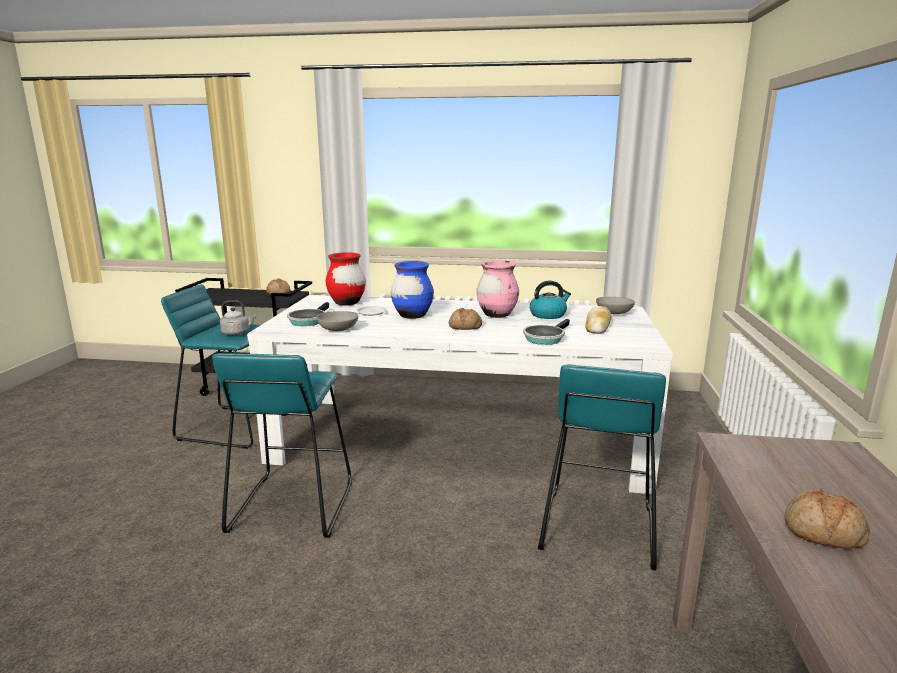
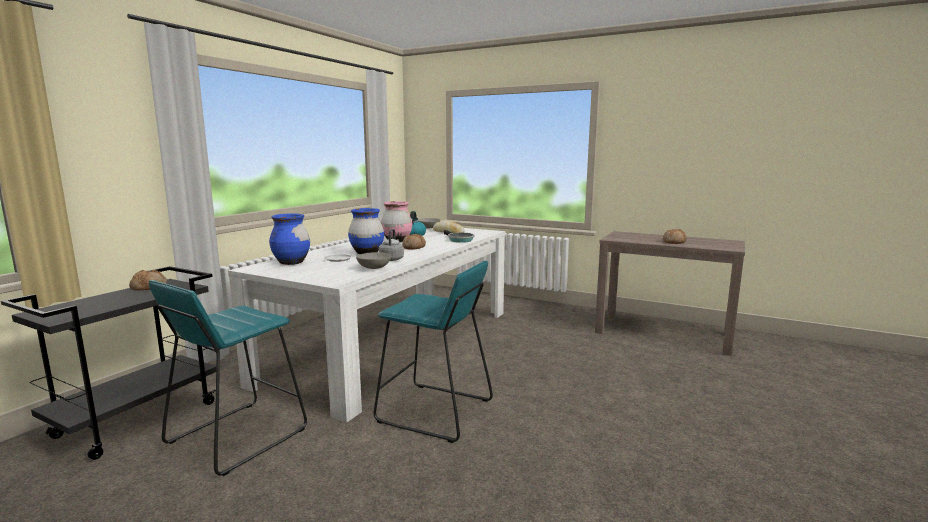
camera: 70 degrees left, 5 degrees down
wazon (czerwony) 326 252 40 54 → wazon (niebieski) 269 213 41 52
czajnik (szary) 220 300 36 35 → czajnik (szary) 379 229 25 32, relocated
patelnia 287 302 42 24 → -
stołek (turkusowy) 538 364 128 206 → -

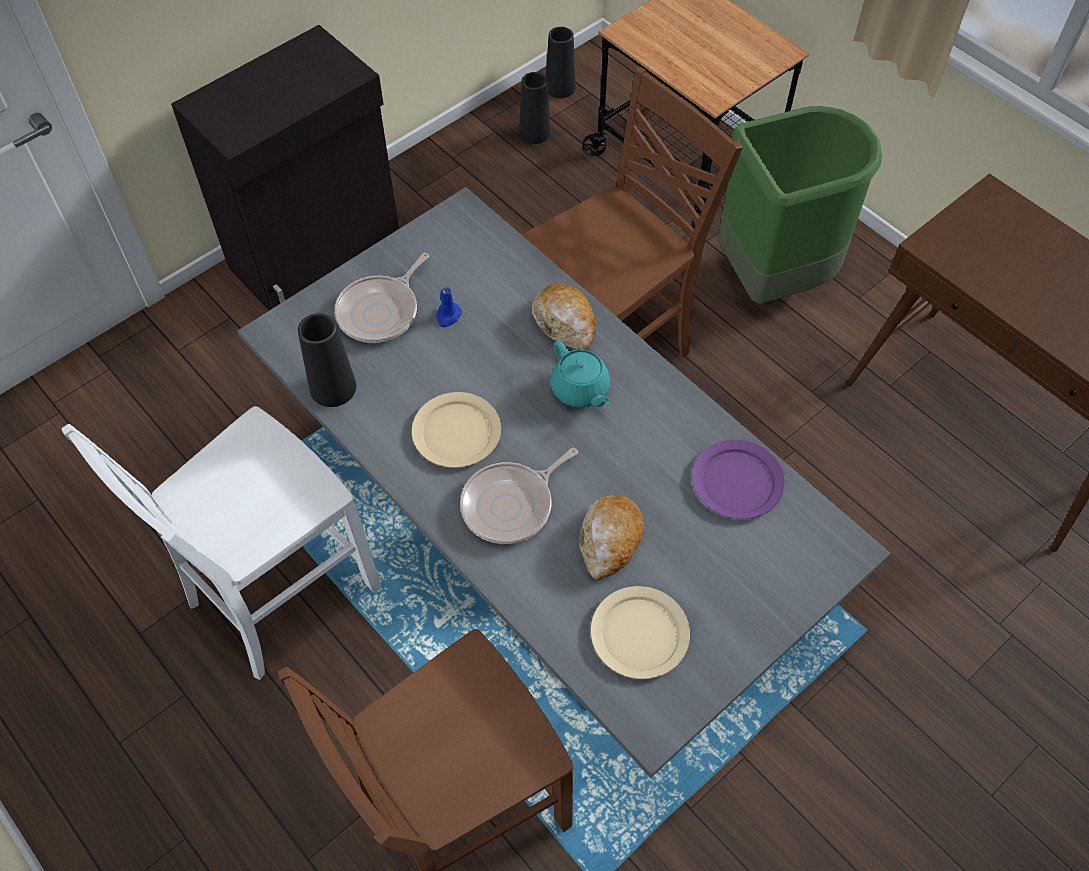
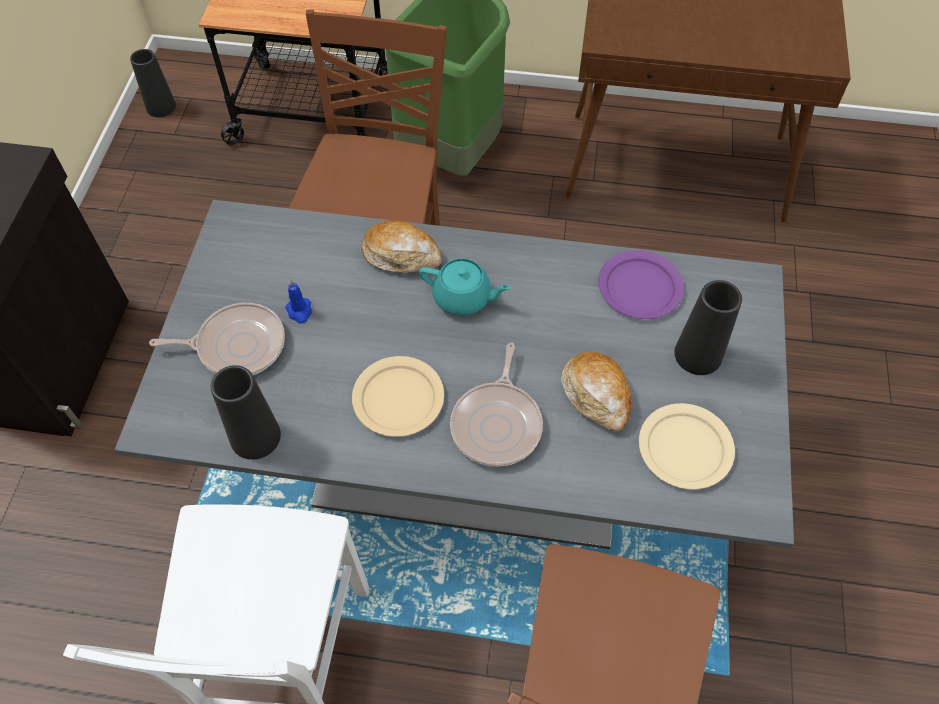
camera: 40 degrees left, 0 degrees up
wazon (czarny) 519 72 32 72 → wazon (czarny) 674 280 68 95, relocated
patelnia 334 253 95 90 → patelnia 149 303 136 72, 90 degrees counterclockwise

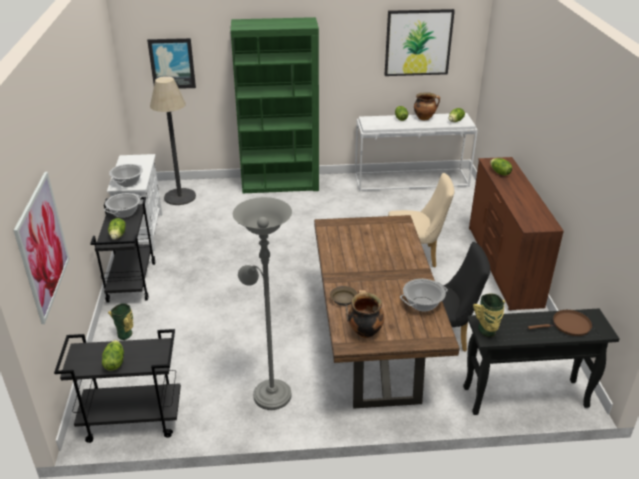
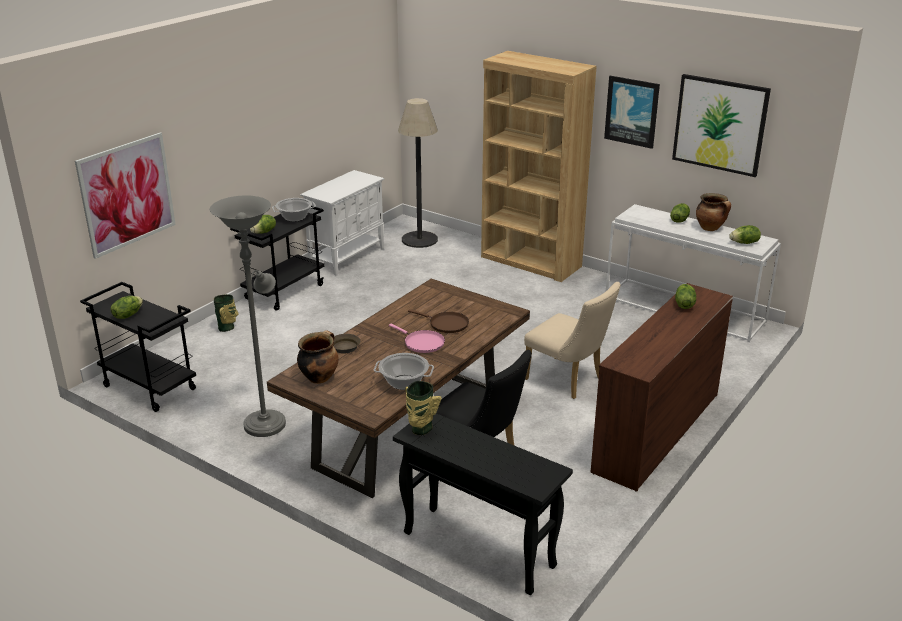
camera: 40 degrees right, 5 degrees down
regał (zielony) 231 17 88 176 → regał (brązowy) 481 51 116 231
obraz 147 38 49 51 → obraz 604 76 56 73, relocated
garnek 109 164 34 23 → -
patelnia (brązowy) 528 310 64 26 → patelnia (brązowy) 408 309 61 24, relocated
- → patelnia (różowy) 389 324 56 29

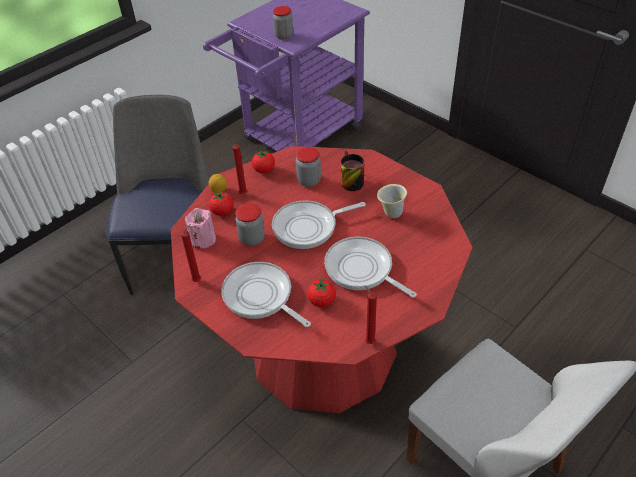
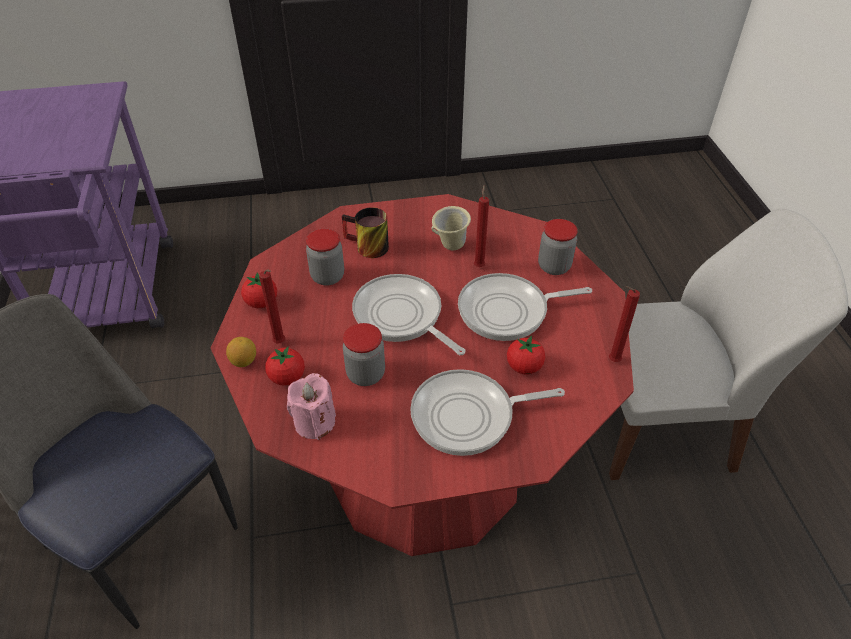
camera: 55 degrees left, 0 degrees up
słoik 273 6 20 34 → słoik 538 219 40 56, relocated
patelnia 272 200 94 49 → patelnia 352 274 114 81, 120 degrees clockwise
świeca (czerwony) 181 224 20 58 → świeca (czerwony) 474 185 15 82, relocated

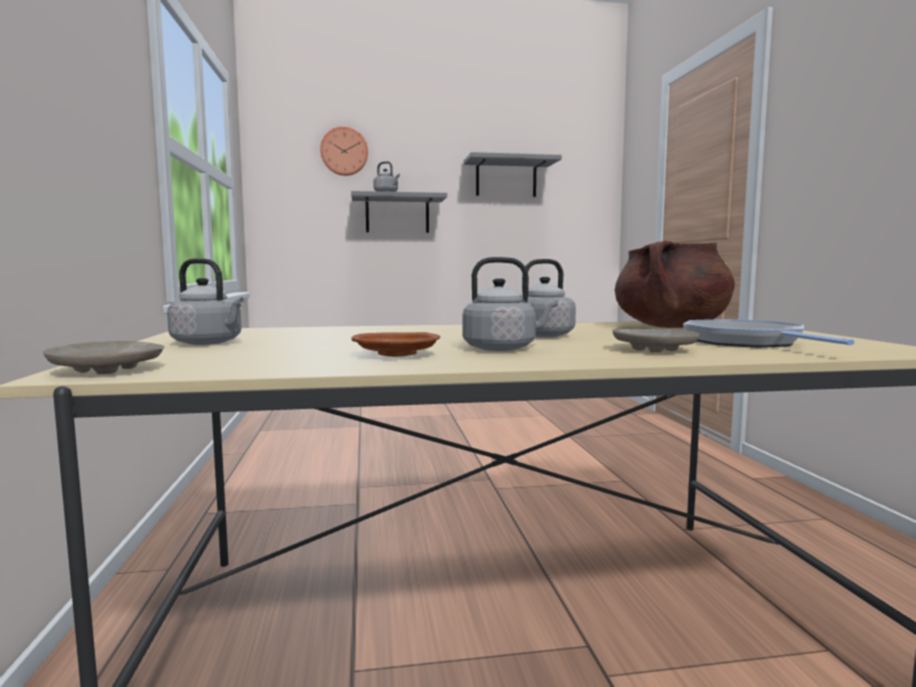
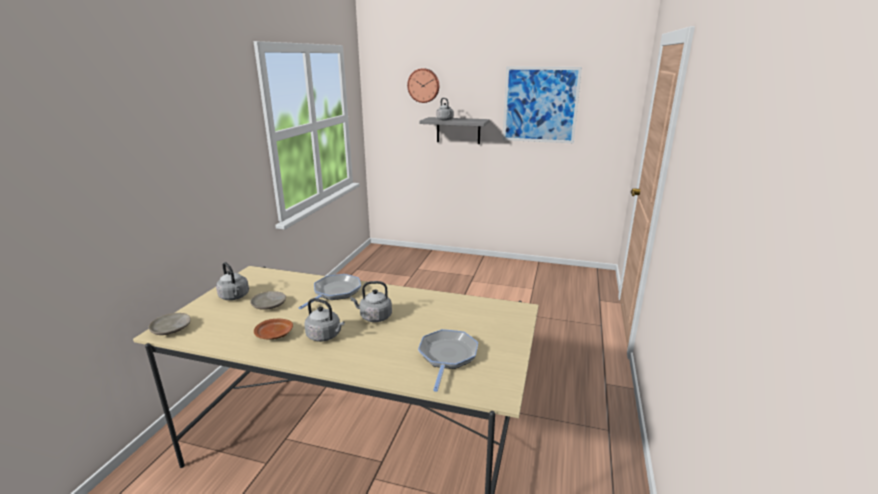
camera: 25 degrees right, 15 degrees up
półka (szary) 463 152 99 45 → obraz 503 66 79 77
garnek (brązowy) 615 241 120 87 → -
talerz (beżowy) 612 328 88 24 → talerz (beżowy) 250 291 36 19, relocated
- → patelnia 299 274 62 35

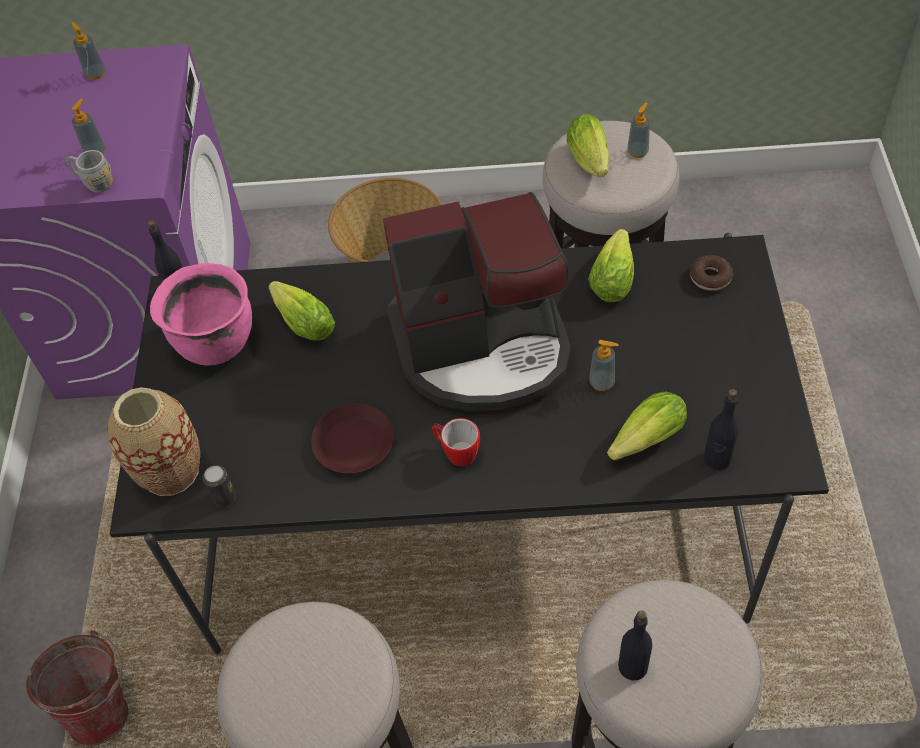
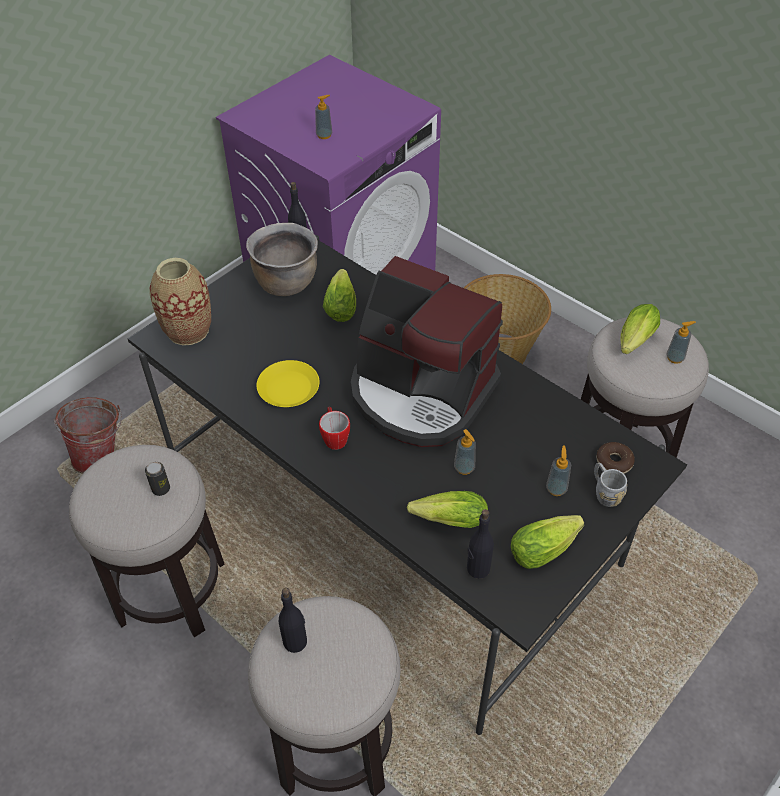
camera: 40 degrees right, 5 degrees down
dozownik mydła 71 22 34 58 → dozownik mydła 546 445 25 51, relocated
kubek (szary) 66 150 47 43 → kubek (szary) 594 462 33 45, relocated
sałata 588 229 46 73 → sałata 511 515 73 54, relocated
garnek (różowy) 150 263 102 103 → garnek (brązowy) 246 223 72 73
talerz (brązowy) 311 403 83 70 → talerz (żółty) 257 360 62 47
puszka 203 465 33 42 → puszka 145 462 25 34, relocated

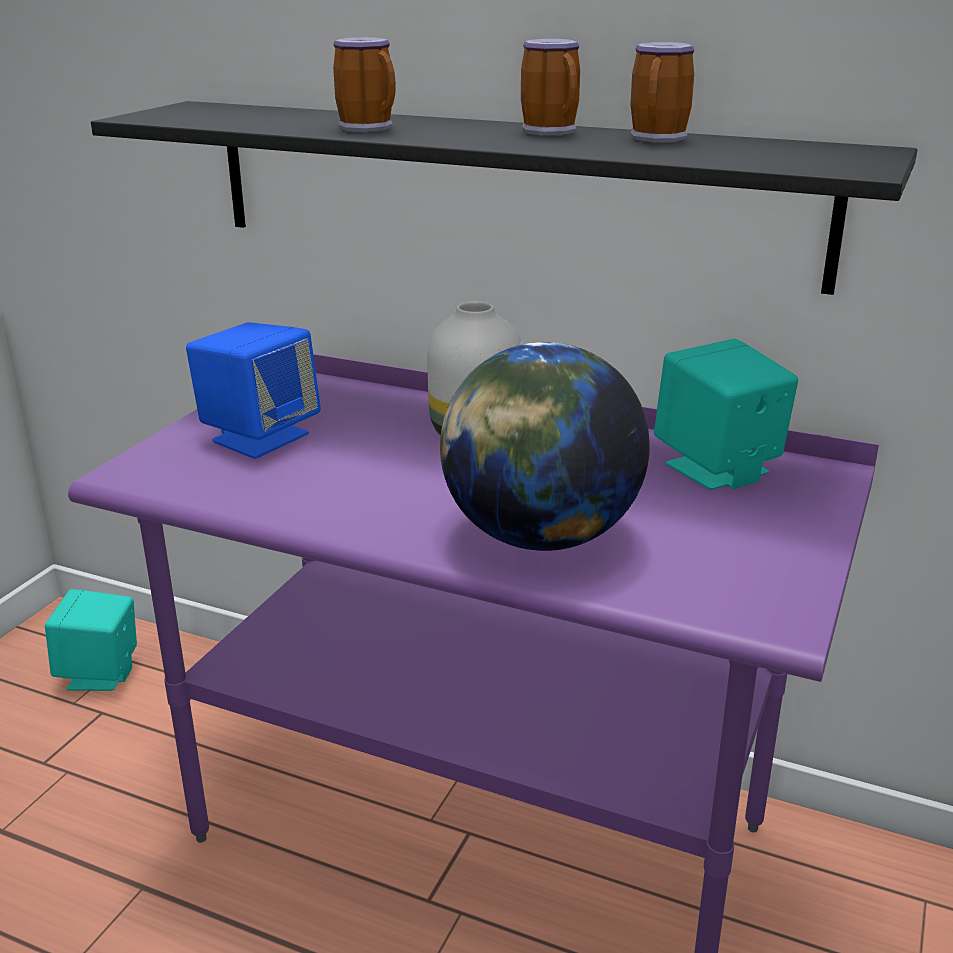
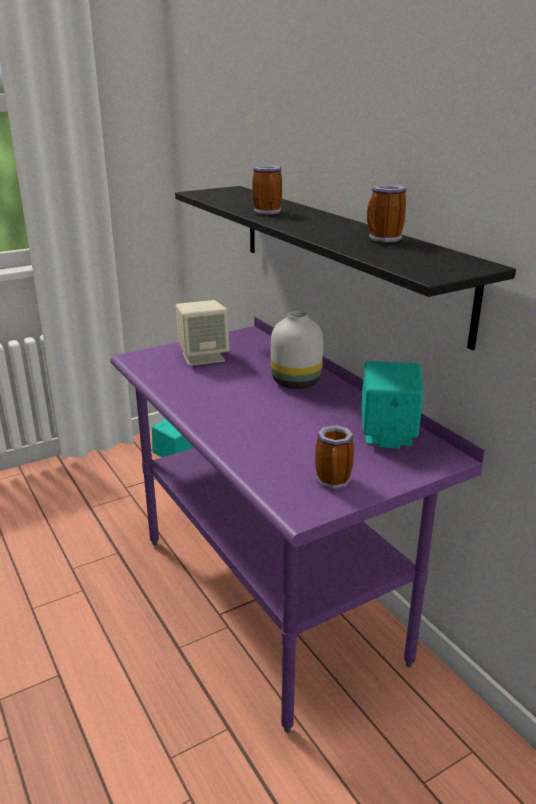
camera: 35 degrees right, 0 degrees up
kubek 521 39 59 97 → kubek 315 425 39 64, relocated
głośnik (niebieski) 186 322 135 137 → głośnik (beżowy) 175 300 55 66
globus 440 342 210 209 → -

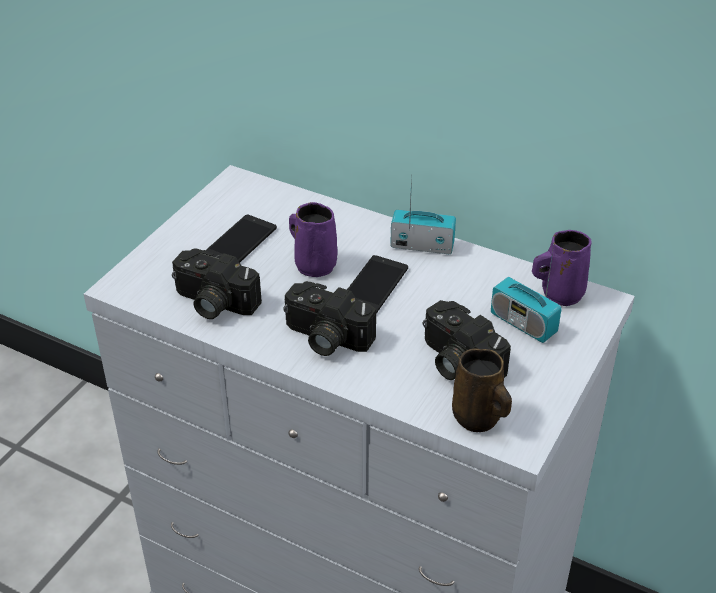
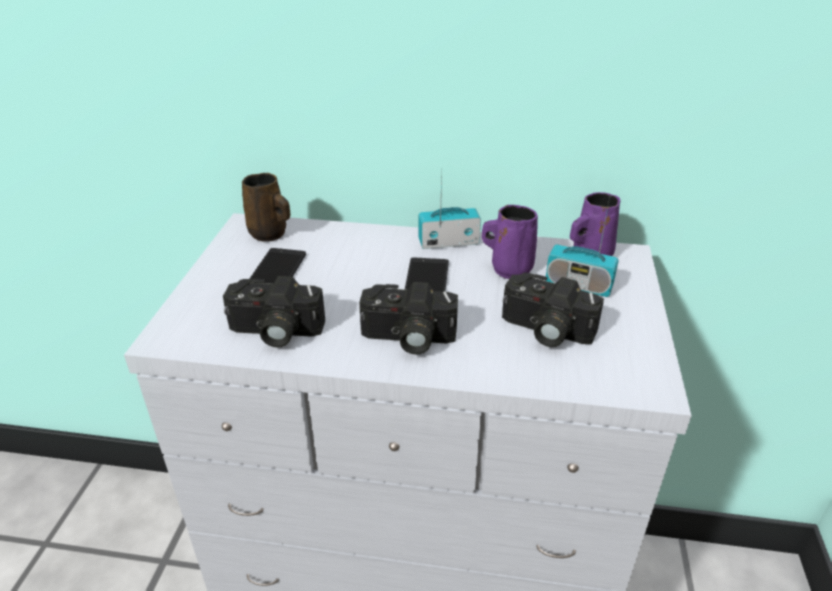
camera: 20 degrees left, 5 degrees down
kubek (fioletowy) 289 202 49 75 → kubek (fioletowy) 482 205 56 74, relocated
kubek (brązowy) 452 348 60 84 → kubek (brązowy) 242 173 49 69, relocated

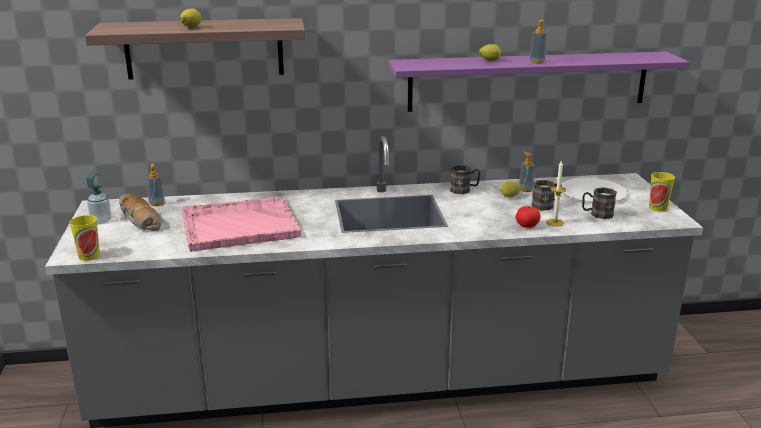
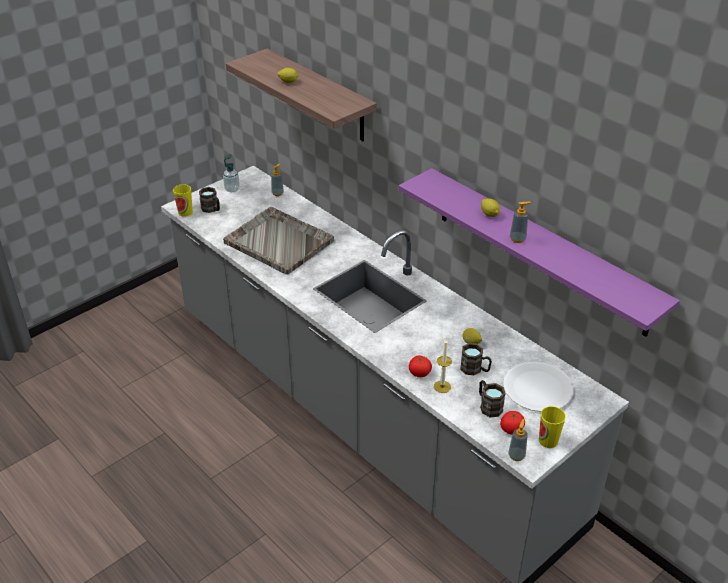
camera: 55 degrees right, 15 degrees up
dozownik mydła 519 152 15 40 → dozownik mydła 508 419 20 42, relocated
kubek (brązowy) 450 165 30 29 → kubek (brązowy) 199 187 21 26, relocated
chleb 119 193 42 38 → -
taca (różowy) 181 197 120 55 → taca (szary) 223 207 111 68
- → pomidor 500 411 25 24

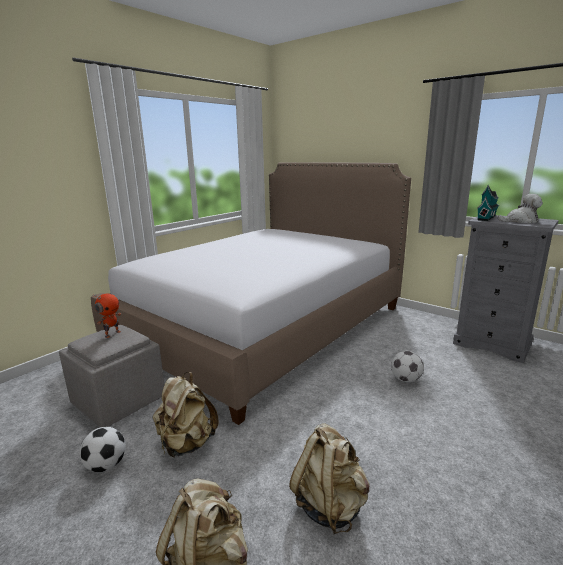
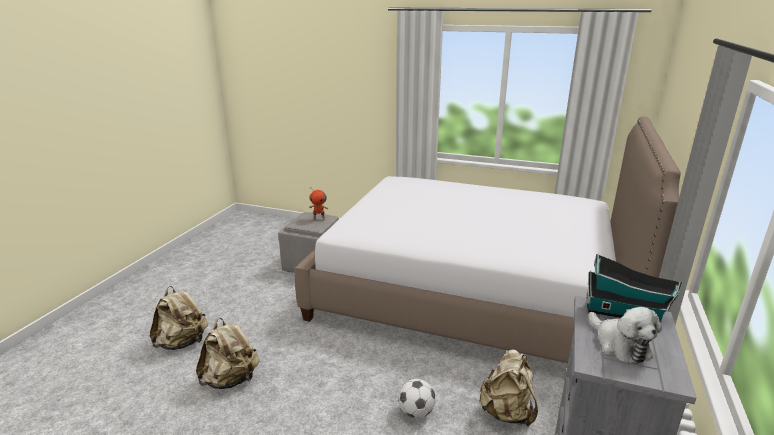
camera: 70 degrees right, 5 degrees up
plecak (beżowy) 153 372 66 86 → plecak (beżowy) 479 349 59 78, relocated
piłka futbolowa 79 427 47 45 → -

